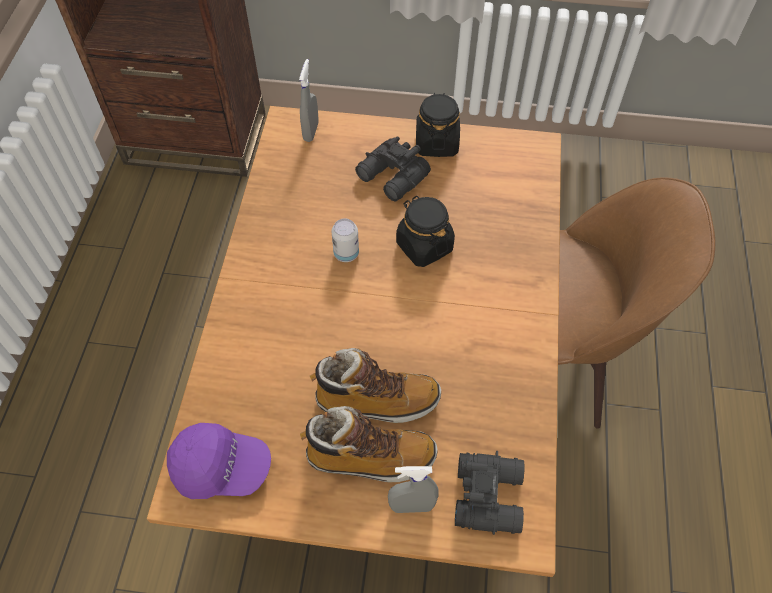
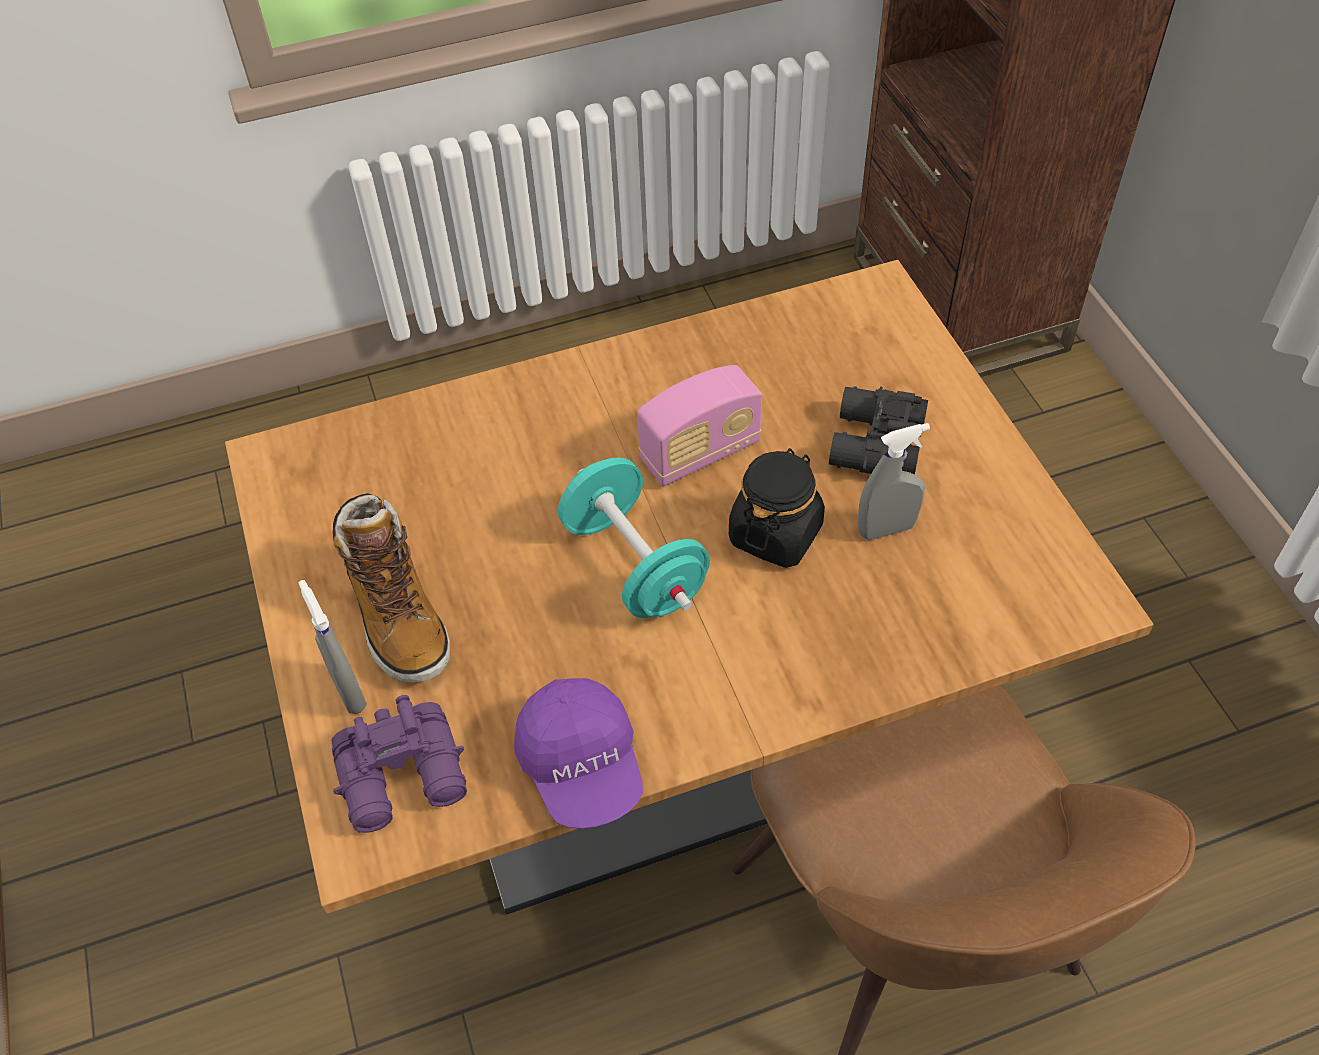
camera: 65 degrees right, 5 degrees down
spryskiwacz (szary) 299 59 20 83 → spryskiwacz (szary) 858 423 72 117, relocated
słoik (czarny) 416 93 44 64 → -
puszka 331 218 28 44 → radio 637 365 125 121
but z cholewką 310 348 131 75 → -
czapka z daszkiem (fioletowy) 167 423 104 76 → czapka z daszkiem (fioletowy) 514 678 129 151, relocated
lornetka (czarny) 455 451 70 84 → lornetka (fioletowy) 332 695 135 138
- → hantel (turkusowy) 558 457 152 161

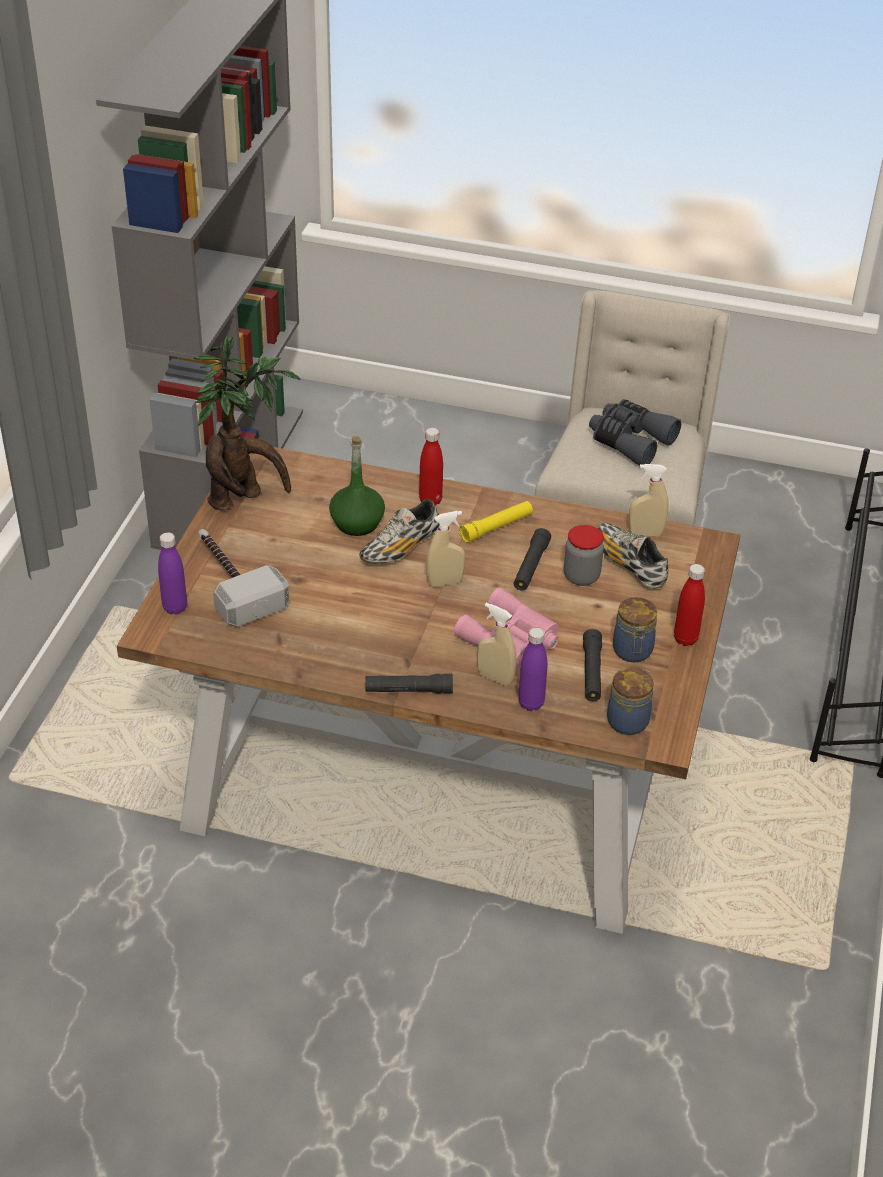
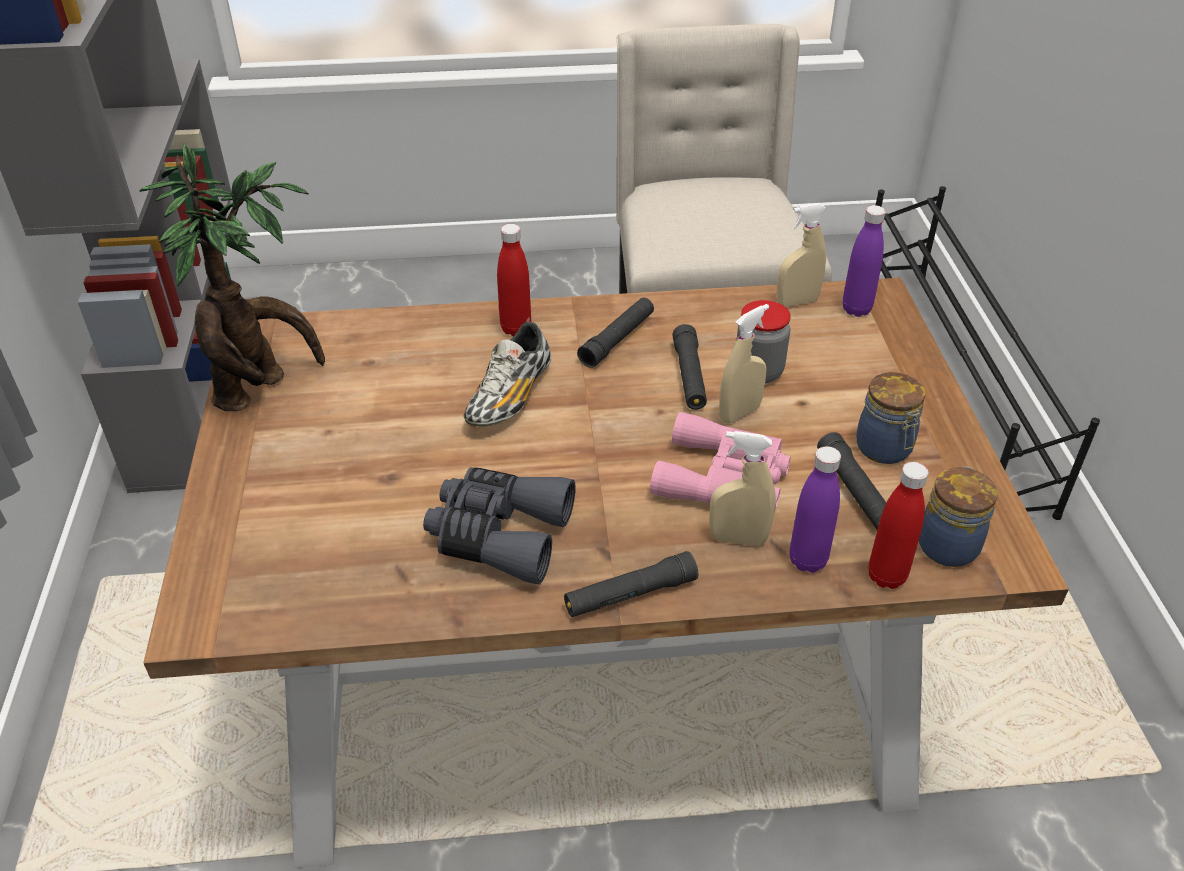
camera: 20 degrees left, 0 degrees up
lornetka (szary) 589 399 92 67 → lornetka (szary) 423 467 153 118, relocated
butelka (zielony) 329 436 56 100 → -
latarka (żółty) 460 501 73 41 → latarka (czarny) 577 298 77 70
spryskiwacz (beżowy) 426 511 39 76 → spryskiwacz (beżowy) 719 304 50 120, relocated
but 598 523 70 66 → -
młotek 198 529 92 98 → -
butelka (fioletowy) 158 532 29 83 → butelka (fioletowy) 842 205 43 112, relocated
butelka (czerwony) 674 564 31 82 → butelka (czerwony) 868 462 60 127, relocated

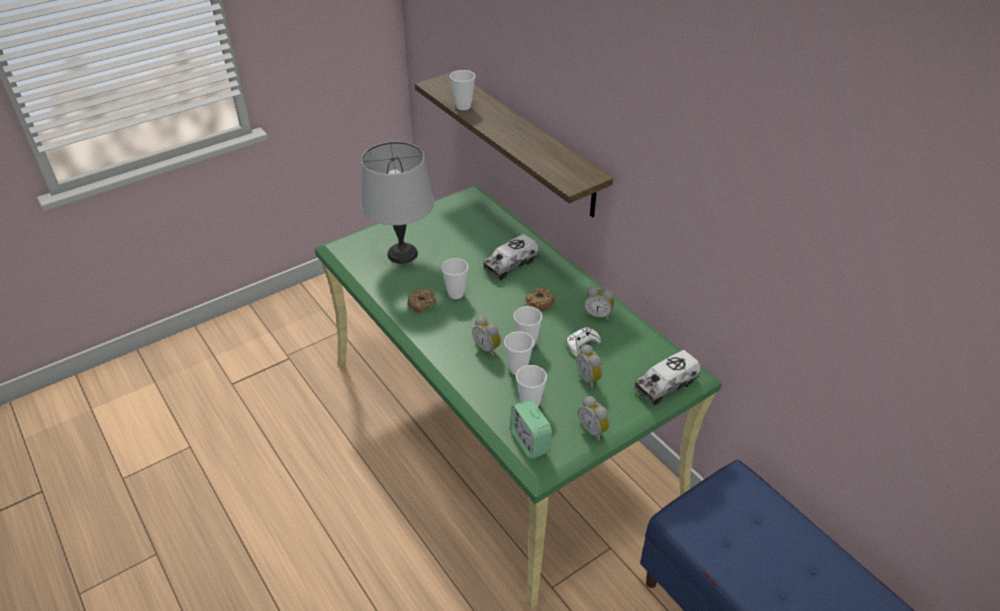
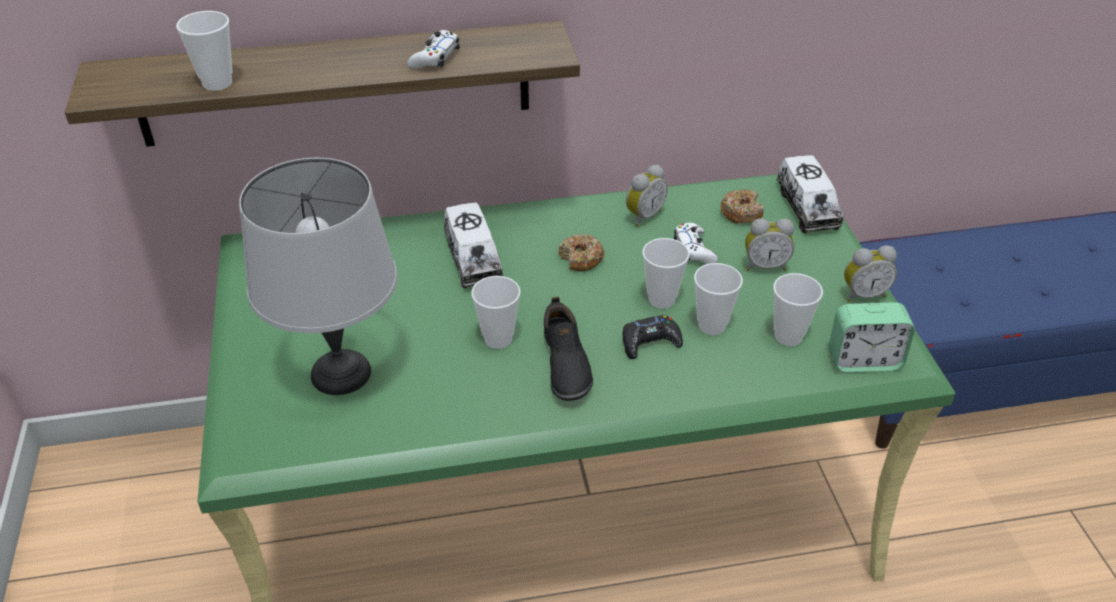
camera: 65 degrees left, 0 degrees up
donut 408 289 28 24 → donut 720 189 44 35, relocated
budzik 472 316 29 41 → pad do gier (czarny) 622 315 61 44
- → pad do gier (biały) 407 30 53 39
- → but (czarny) 544 297 49 104

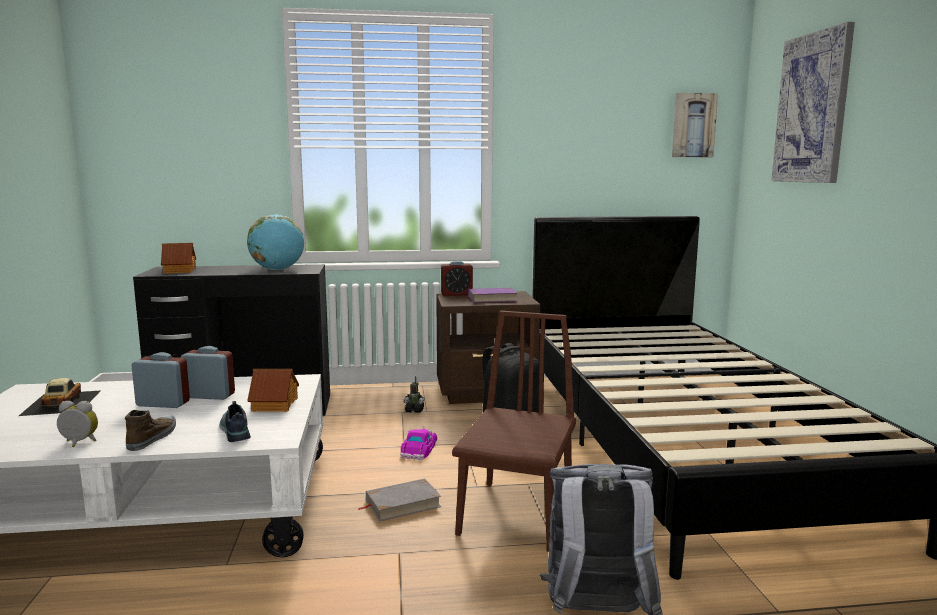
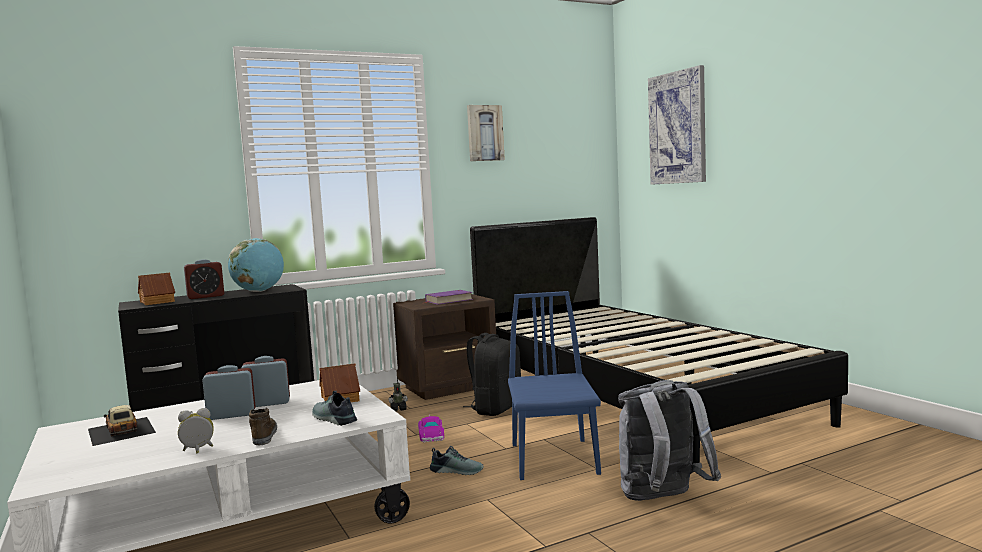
camera: 20 degrees left, 5 degrees down
obraz 672 93 46 64 → obraz 467 105 38 56, relocated
budzik 441 261 32 35 → budzik 184 259 40 40, relocated
krzesło (brązowy) 452 311 124 241 → krzesło (niebieski) 508 291 93 189
książka (szary) 358 479 83 42 → but 430 446 54 29

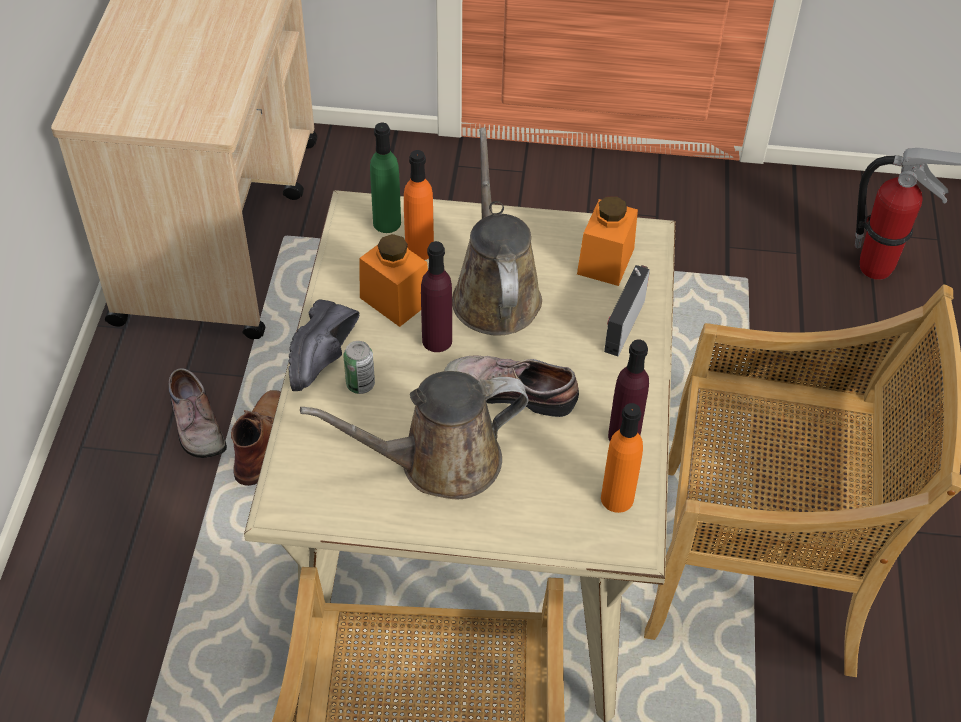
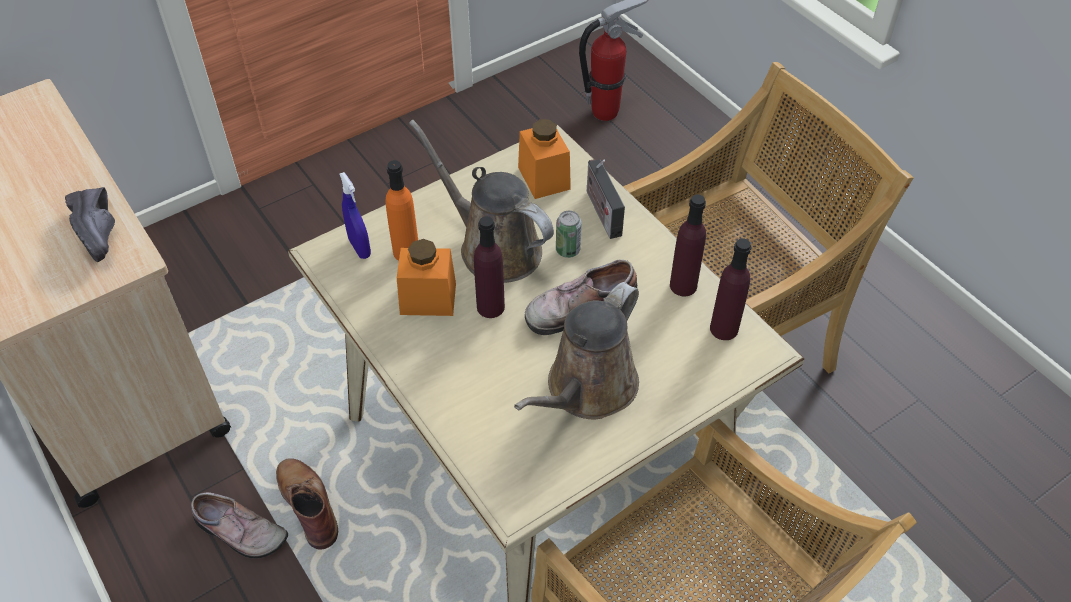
camera: 40 degrees left, 0 degrees up
butelka (zielony) 370 123 31 110 → spryskiwacz (niebieski) 339 172 32 87
but (czarny) 289 299 70 92 → but (czarny) 65 187 50 75, relocated
puszka 343 341 32 53 → puszka 556 211 26 47, relocated
butelka (pomarańczowy) 601 403 42 110 → butelka (fioletowy) 710 238 41 102

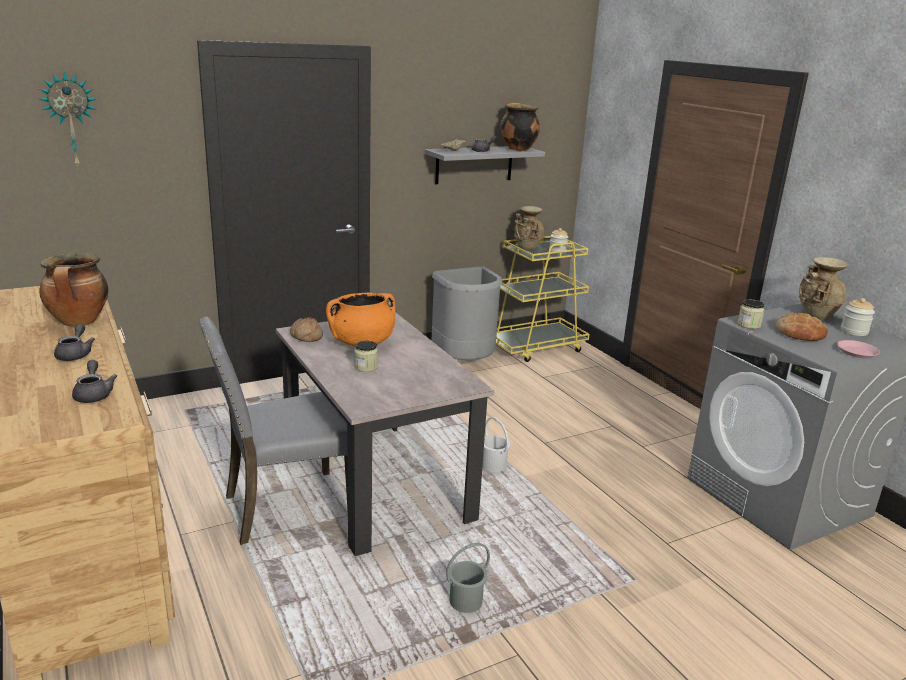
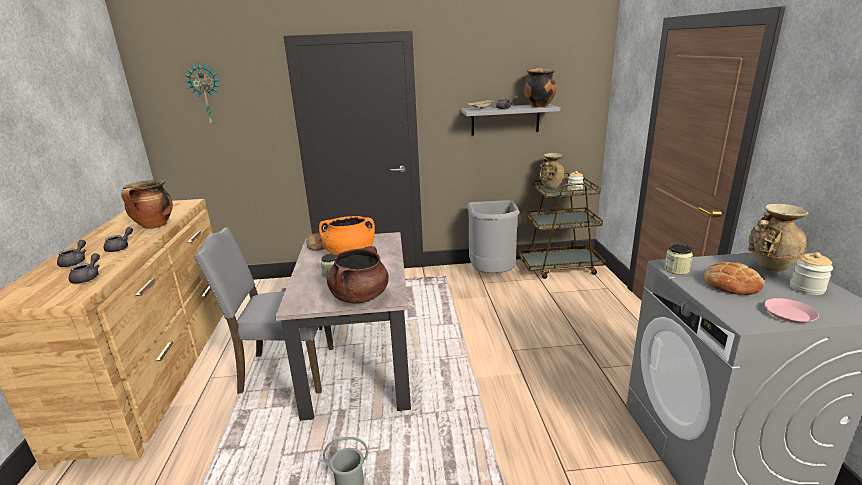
camera: 25 degrees right, 0 degrees up
wózek (żółty) 496 236 94 126 → wózek (brązowy) 518 172 87 107
wiadro (biały) 482 417 29 55 → -
- → imbryk (szary) 57 240 29 27
- → garnek (brązowy) 327 246 62 57

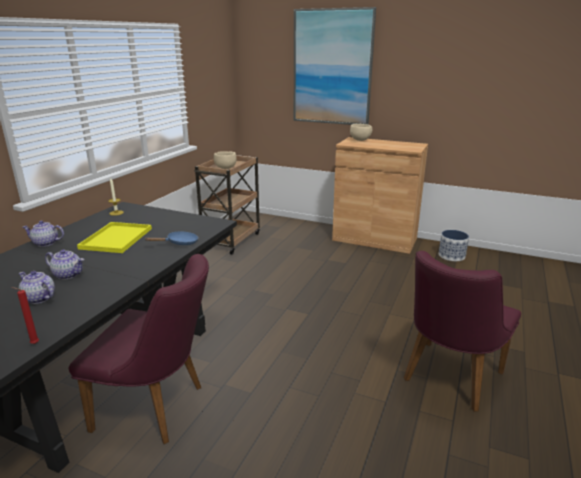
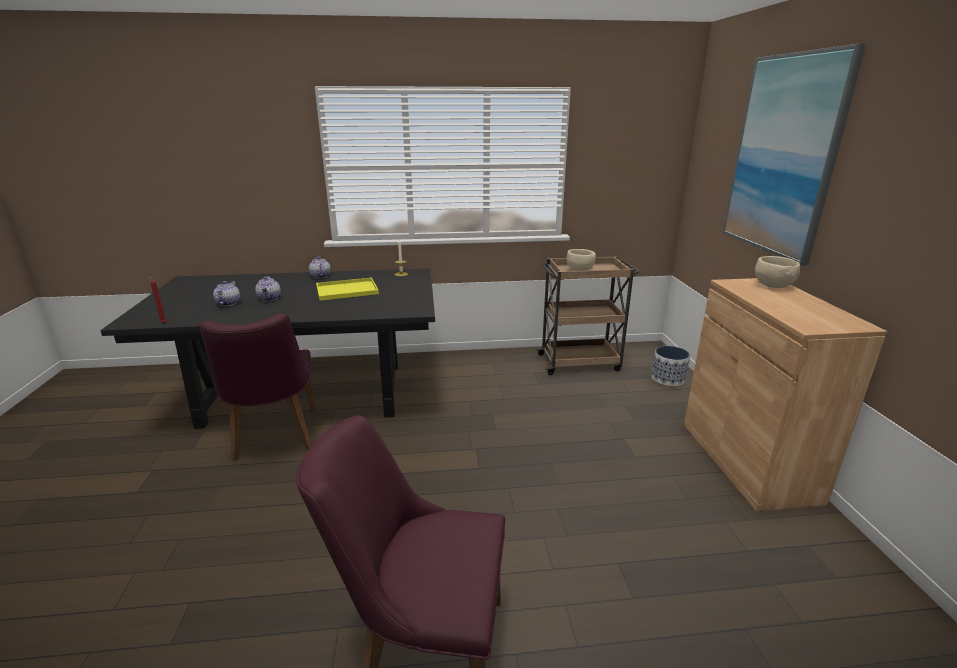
camera: 60 degrees right, 0 degrees up
donica 439 230 30 31 → donica 651 346 39 40, relocated
patelnia (niebieski) 144 231 54 14 → -

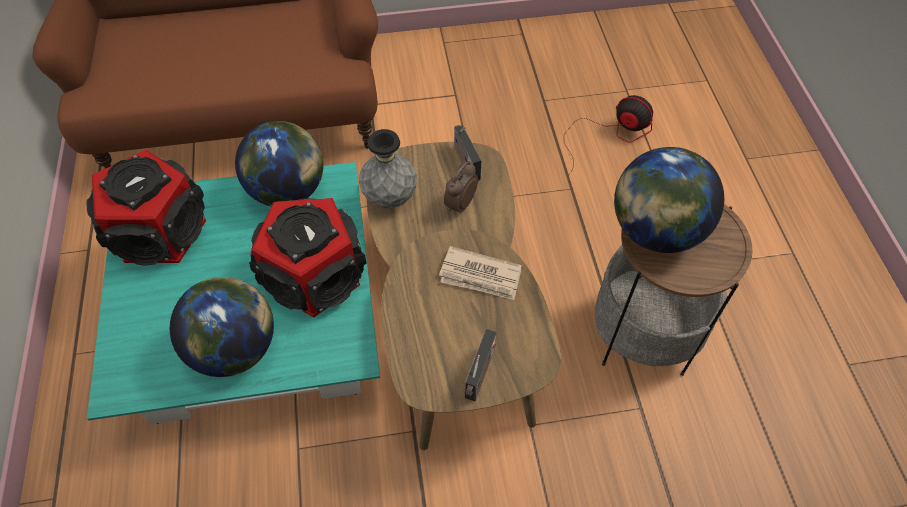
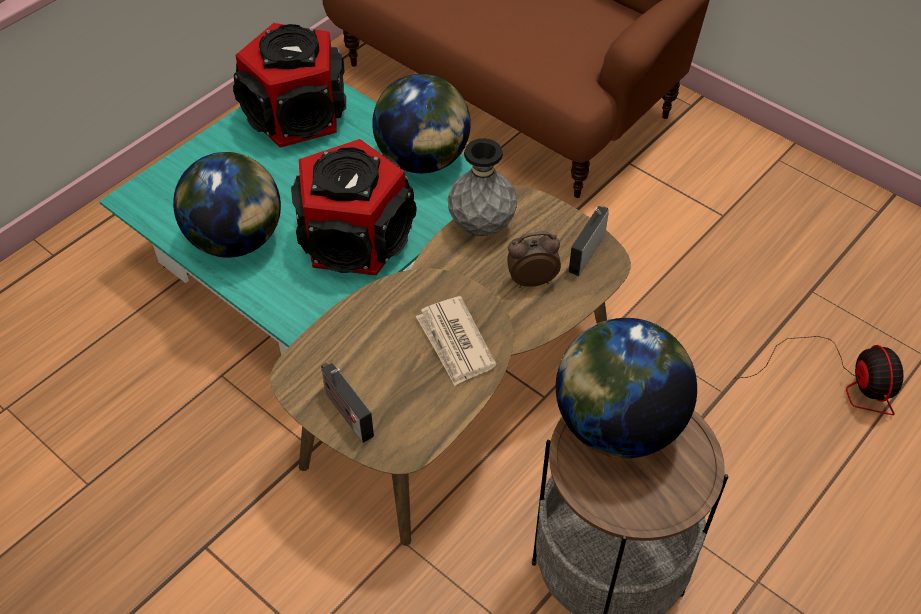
camera: 50 degrees right, 5 degrees down
radio 465 329 31 72 → radio 321 363 53 80, 75 degrees clockwise

